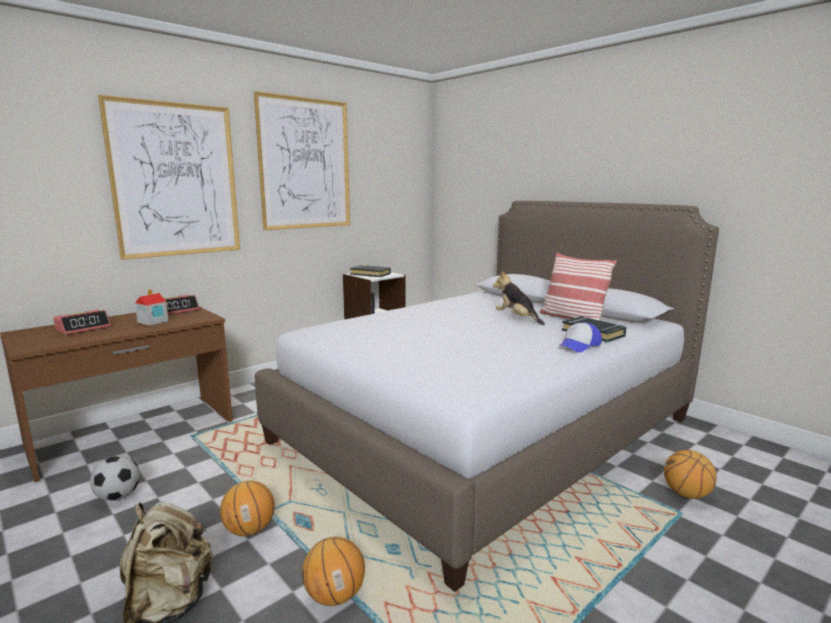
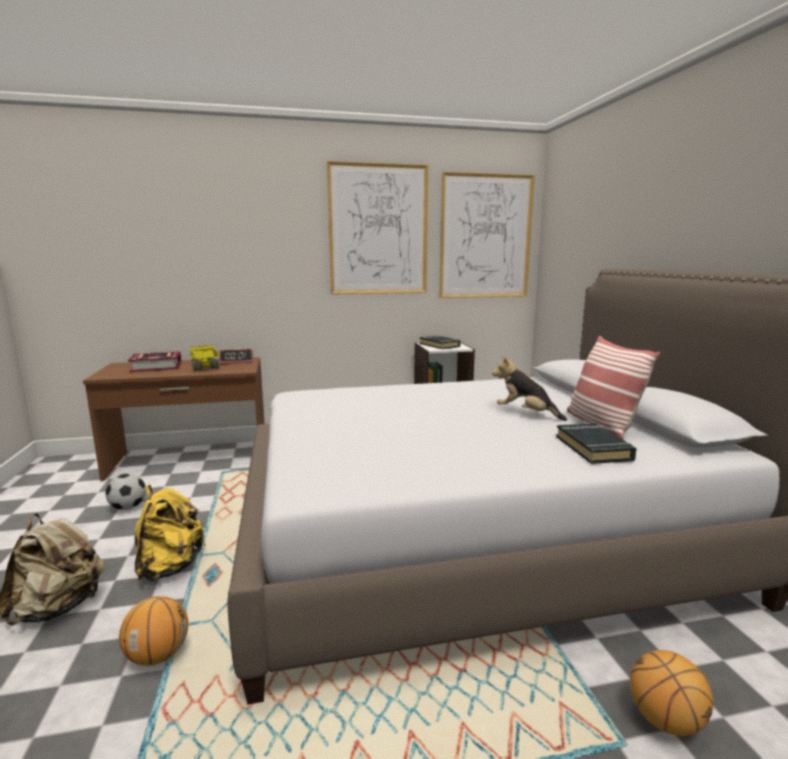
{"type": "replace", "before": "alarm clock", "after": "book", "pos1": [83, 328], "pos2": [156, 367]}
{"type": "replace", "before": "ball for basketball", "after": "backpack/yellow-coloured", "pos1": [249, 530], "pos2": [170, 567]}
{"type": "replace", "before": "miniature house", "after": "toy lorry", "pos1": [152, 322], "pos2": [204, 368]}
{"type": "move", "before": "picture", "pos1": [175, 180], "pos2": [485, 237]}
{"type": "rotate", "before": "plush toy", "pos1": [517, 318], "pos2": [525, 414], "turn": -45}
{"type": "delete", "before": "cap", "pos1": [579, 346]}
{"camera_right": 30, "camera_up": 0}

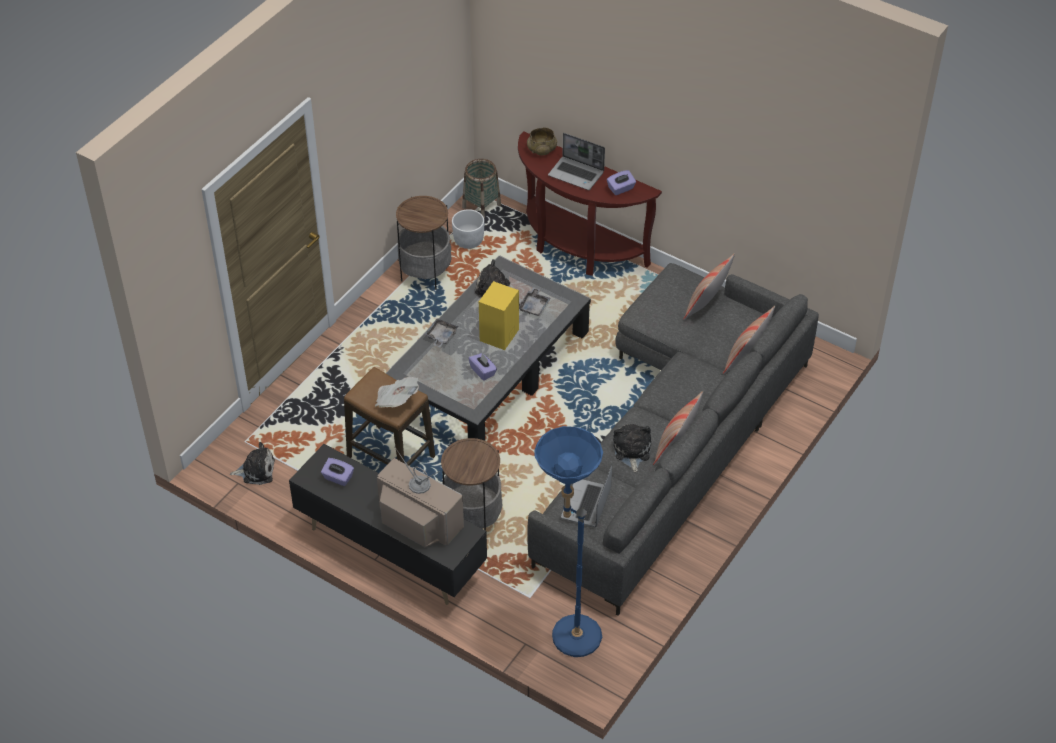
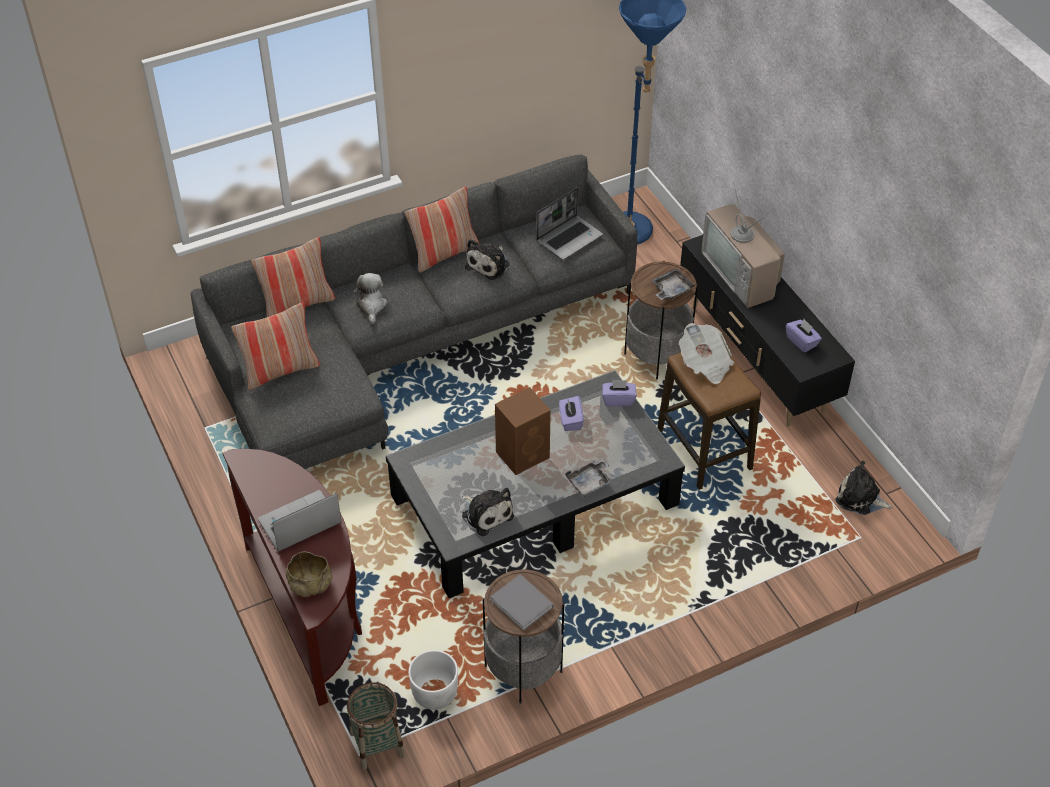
{"type": "rotate", "before": "notebook computer", "pos1": [577, 174], "pos2": [299, 523], "turn": -90}
{"type": "insert", "after": "plush toy", "pos2": [371, 306]}
{"type": "insert", "after": "book/gray", "pos2": [523, 604]}
{"type": "recolor", "before": "loudspeaker/yellow-coloured", "after": "loudspeaker/brownish", "pos1": [498, 335], "pos2": [523, 454]}
{"type": "move", "before": "tissue box/purple-coloured", "pos1": [621, 189], "pos2": [618, 400]}
{"type": "move", "before": "tray/gray", "pos1": [534, 306], "pos2": [671, 290]}
{"camera_right": -150, "camera_up": 0}

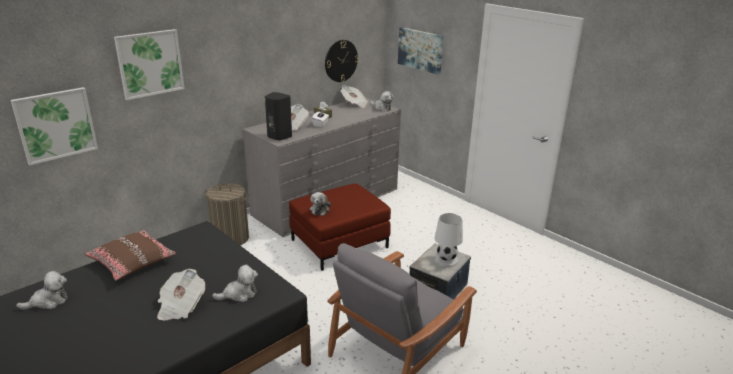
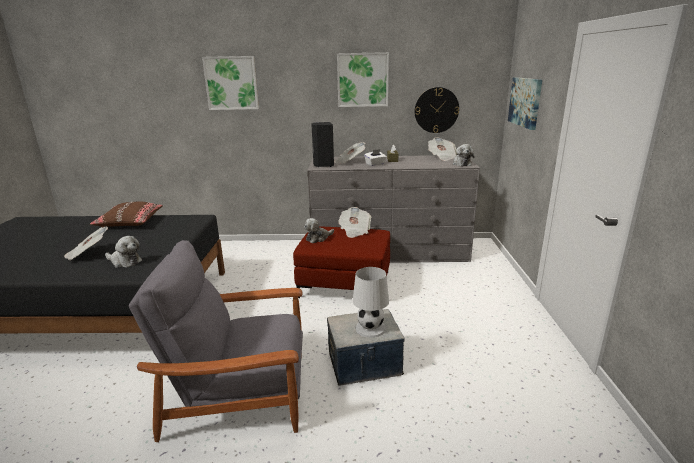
{"type": "move", "before": "picture", "pos1": [56, 125], "pos2": [362, 80]}
{"type": "insert", "after": "daily paper", "pos2": [354, 231]}
{"type": "delete", "before": "plush toy", "pos1": [48, 301]}
{"type": "delete", "before": "hamper", "pos1": [231, 238]}
{"camera_right": 45, "camera_up": -5}

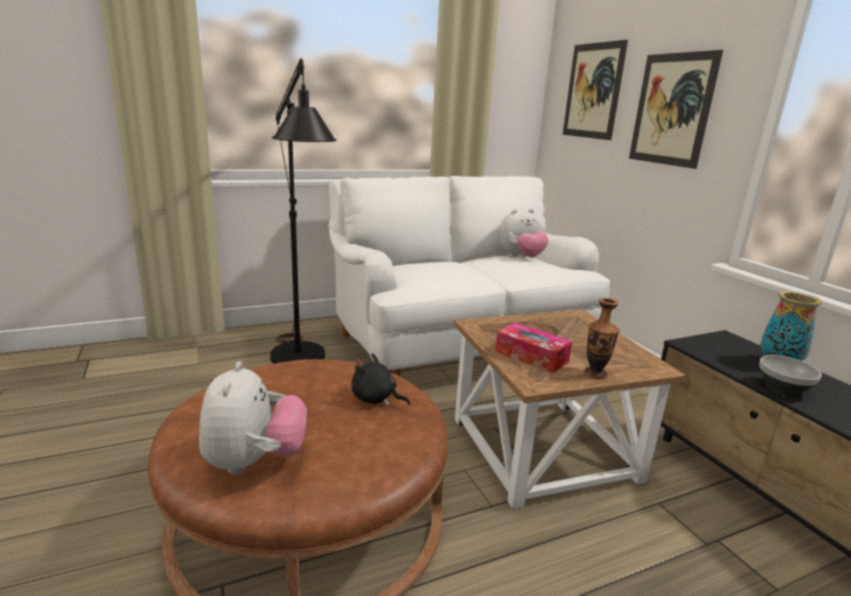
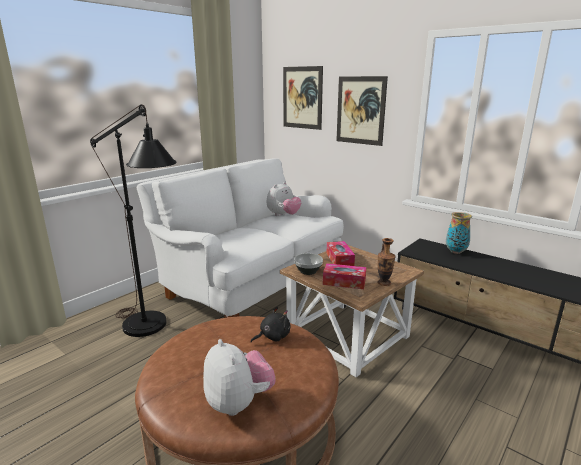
{"type": "rotate", "before": "plush toy/black-coloured", "pos1": [376, 399], "pos2": [273, 336], "turn": 150}
{"type": "move", "before": "deep dish", "pos1": [782, 388], "pos2": [307, 271]}
{"type": "insert", "after": "tissue box", "pos2": [339, 259]}
{"camera_right": -25, "camera_up": 0}

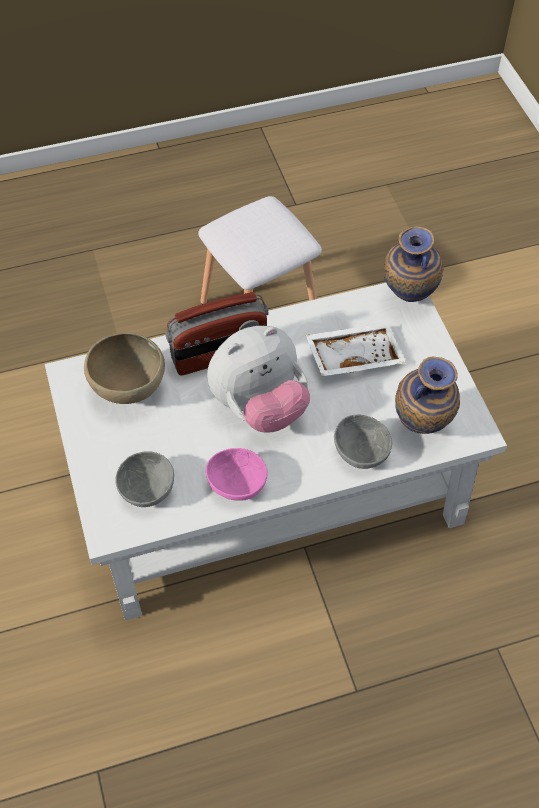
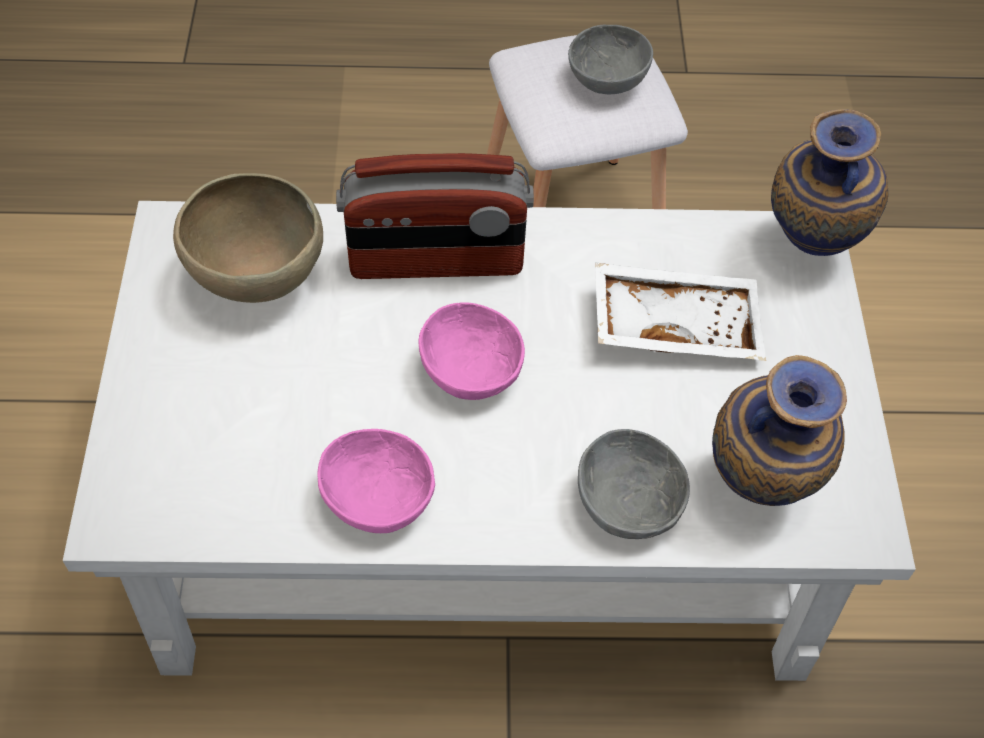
{"type": "replace", "before": "plush toy", "after": "deep dish/pink", "pos1": [259, 407], "pos2": [472, 369]}
{"type": "move", "before": "deep dish/gray", "pos1": [146, 490], "pos2": [605, 79]}
{"camera_right": 15, "camera_up": 0}

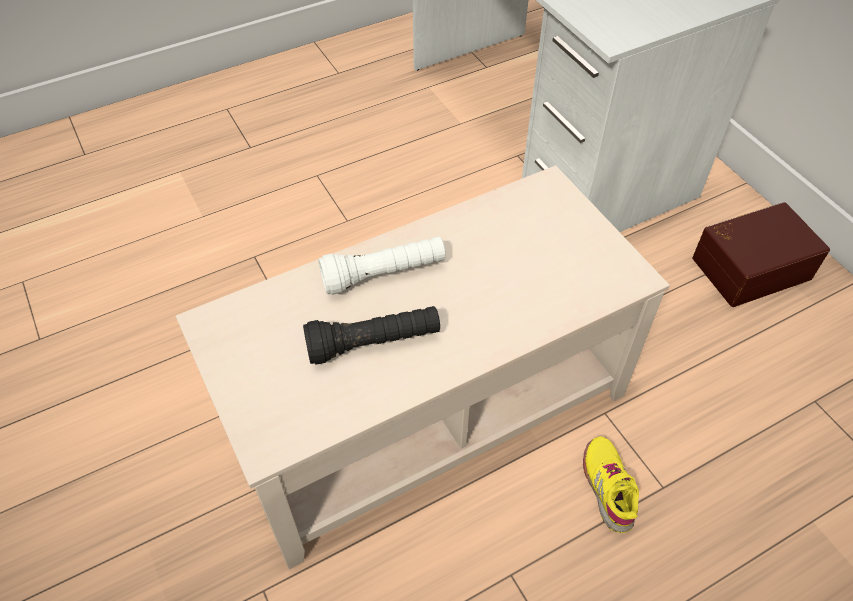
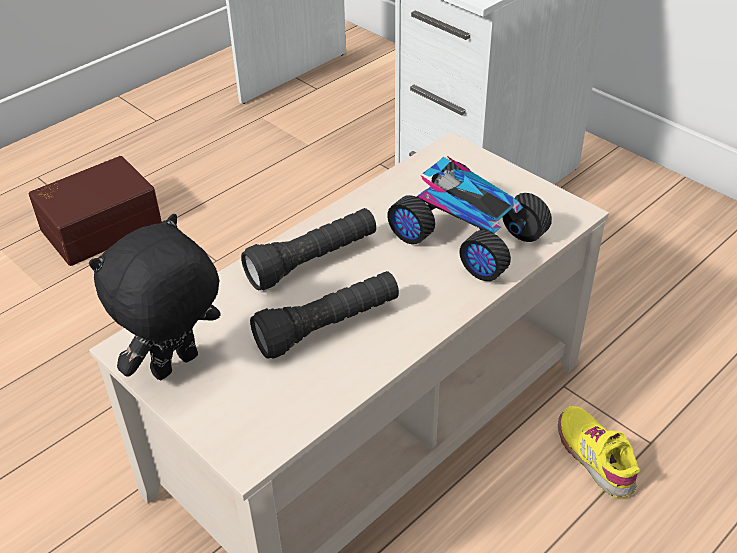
{"type": "move", "before": "storage box/brownish", "pos1": [749, 266], "pos2": [100, 226]}
{"type": "insert", "after": "plush toy/black-coloured", "pos2": [176, 367]}
{"type": "recolor", "before": "flashlight/white", "after": "flashlight/black-coloured", "pos1": [384, 274], "pos2": [313, 261]}
{"type": "insert", "after": "miniature car", "pos2": [466, 237]}
{"camera_right": -15, "camera_up": -10}

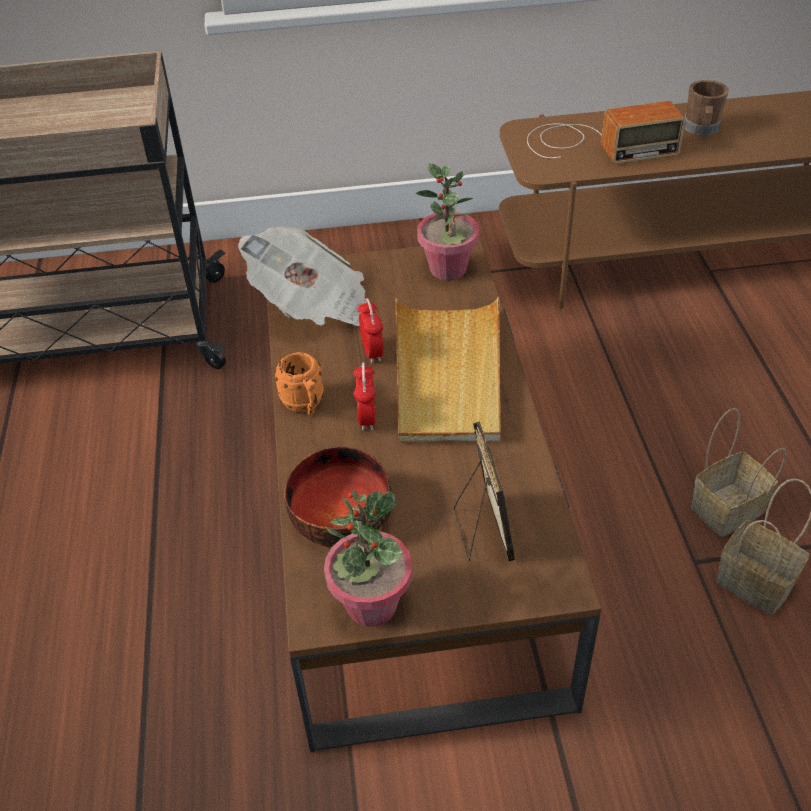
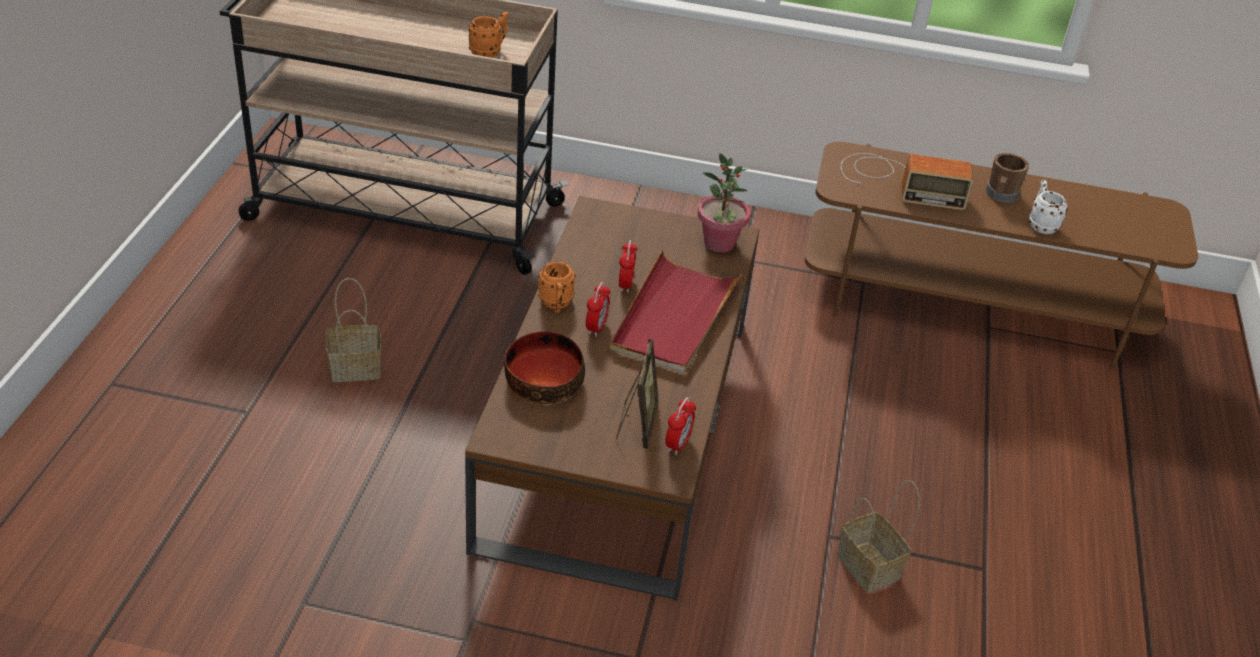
{"type": "move", "before": "basket", "pos1": [726, 511], "pos2": [353, 369]}
{"type": "insert", "after": "coffee mug/orange", "pos2": [489, 52]}
{"type": "recolor", "before": "tray/beige-coloured", "after": "tray/red", "pos1": [448, 374], "pos2": [674, 317]}
{"type": "insert", "after": "alarm clock", "pos2": [678, 444]}
{"type": "insert", "after": "coffee mug/white", "pos2": [1040, 224]}
{"type": "delete", "before": "daily paper", "pos1": [312, 306]}
{"type": "delete", "before": "houseplant", "pos1": [371, 605]}
{"camera_right": 15, "camera_up": -5}

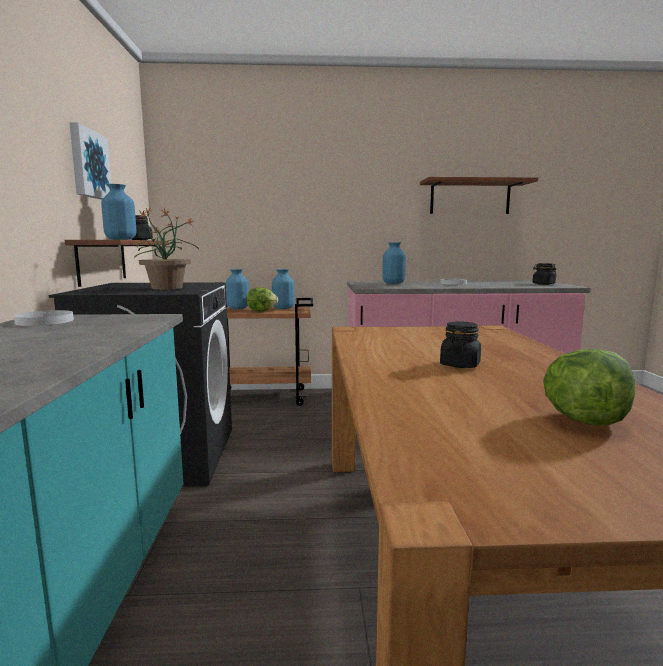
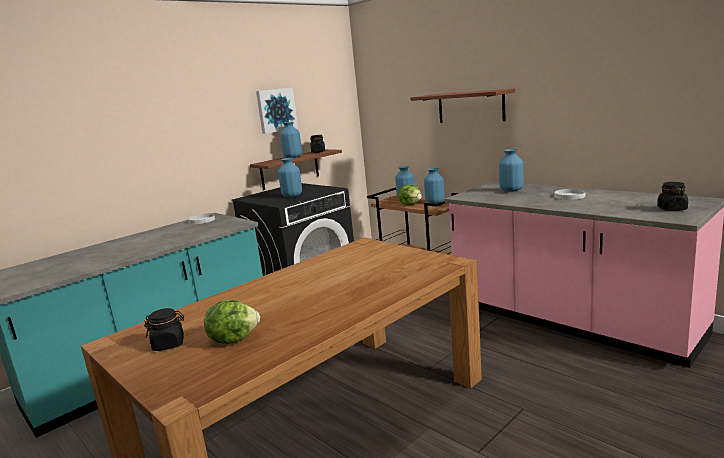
{"type": "move", "before": "storage jar/black-coloured", "pos1": [460, 365], "pos2": [169, 344]}
{"type": "replace", "before": "houseplant", "after": "vase/blue", "pos1": [167, 288], "pos2": [292, 196]}
{"type": "move", "before": "shelf", "pos1": [470, 198], "pos2": [470, 106]}
{"camera_right": 50, "camera_up": 5}

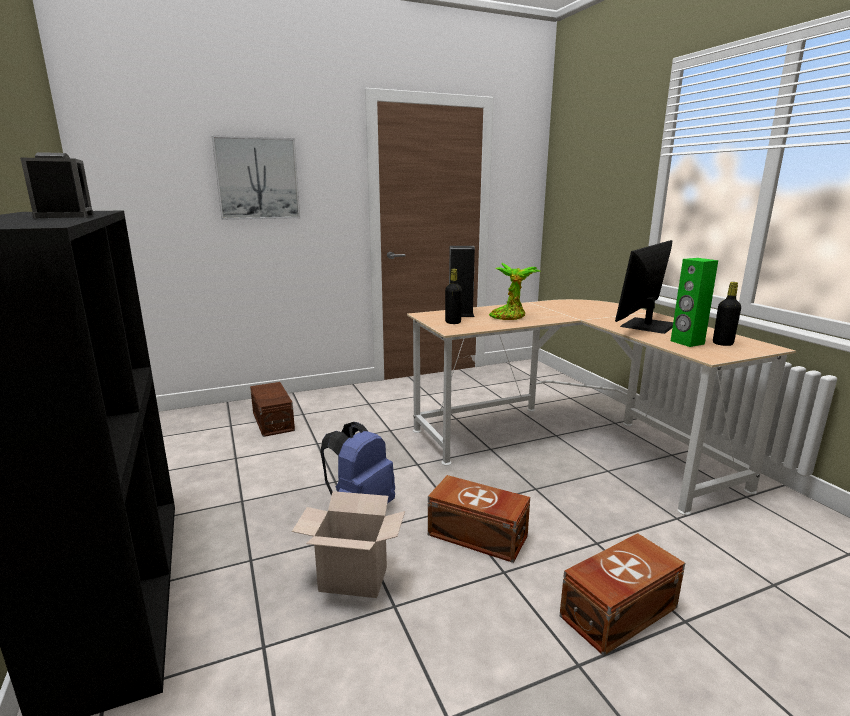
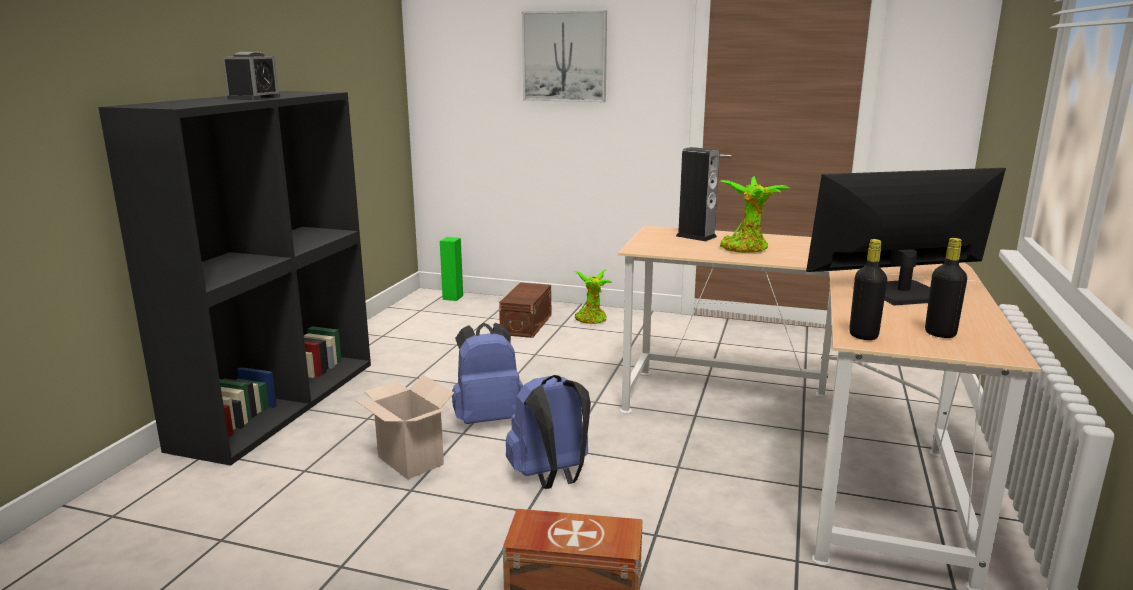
{"type": "move", "before": "loudspeaker/greenish", "pos1": [687, 342], "pos2": [452, 297]}
{"type": "replace", "before": "storage box/brownish", "after": "backpack/blue", "pos1": [478, 536], "pos2": [551, 478]}
{"type": "insert", "after": "houseplant", "pos2": [591, 320]}
{"type": "move", "before": "beverage bottle/black-coloured", "pos1": [453, 322], "pos2": [863, 335]}
{"camera_right": 40, "camera_up": 0}

